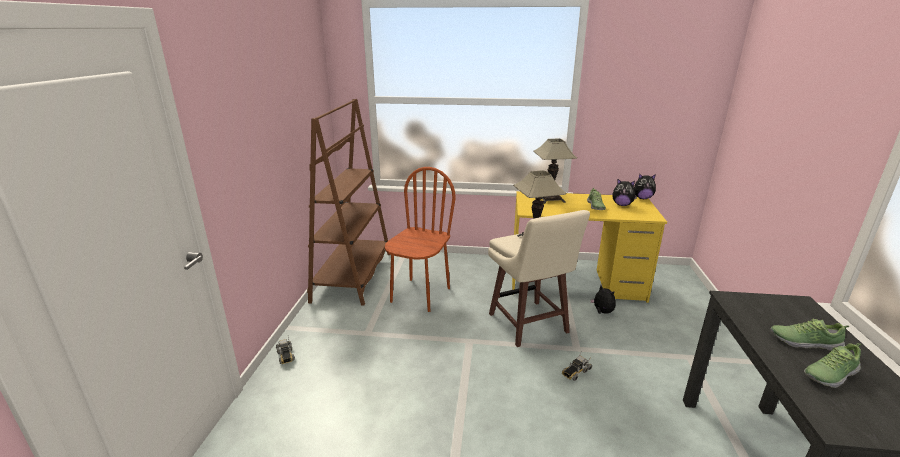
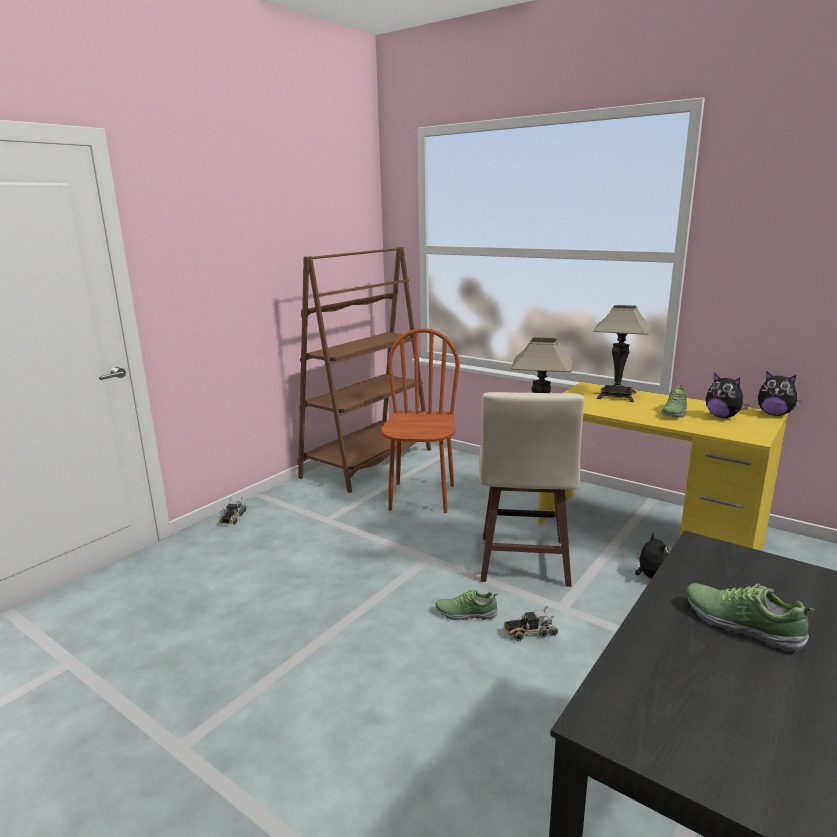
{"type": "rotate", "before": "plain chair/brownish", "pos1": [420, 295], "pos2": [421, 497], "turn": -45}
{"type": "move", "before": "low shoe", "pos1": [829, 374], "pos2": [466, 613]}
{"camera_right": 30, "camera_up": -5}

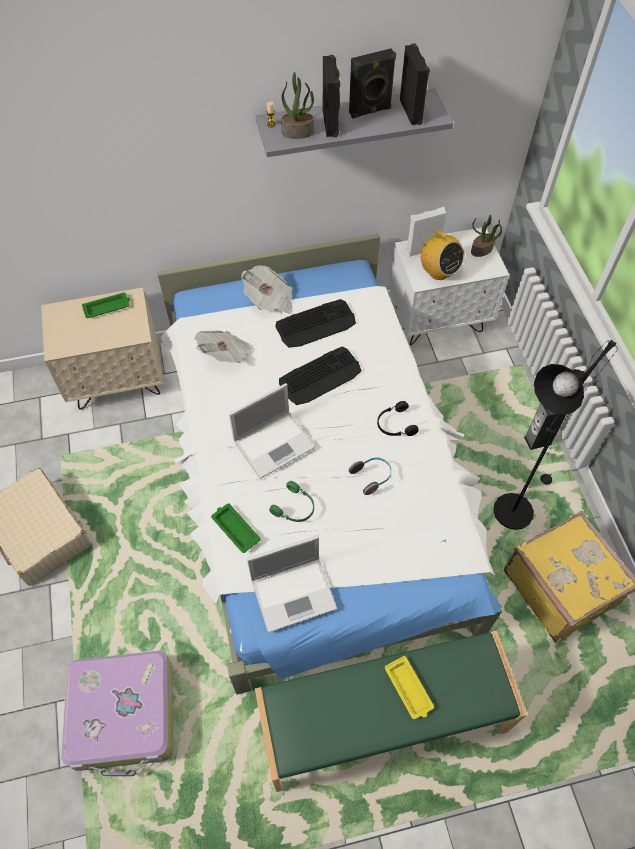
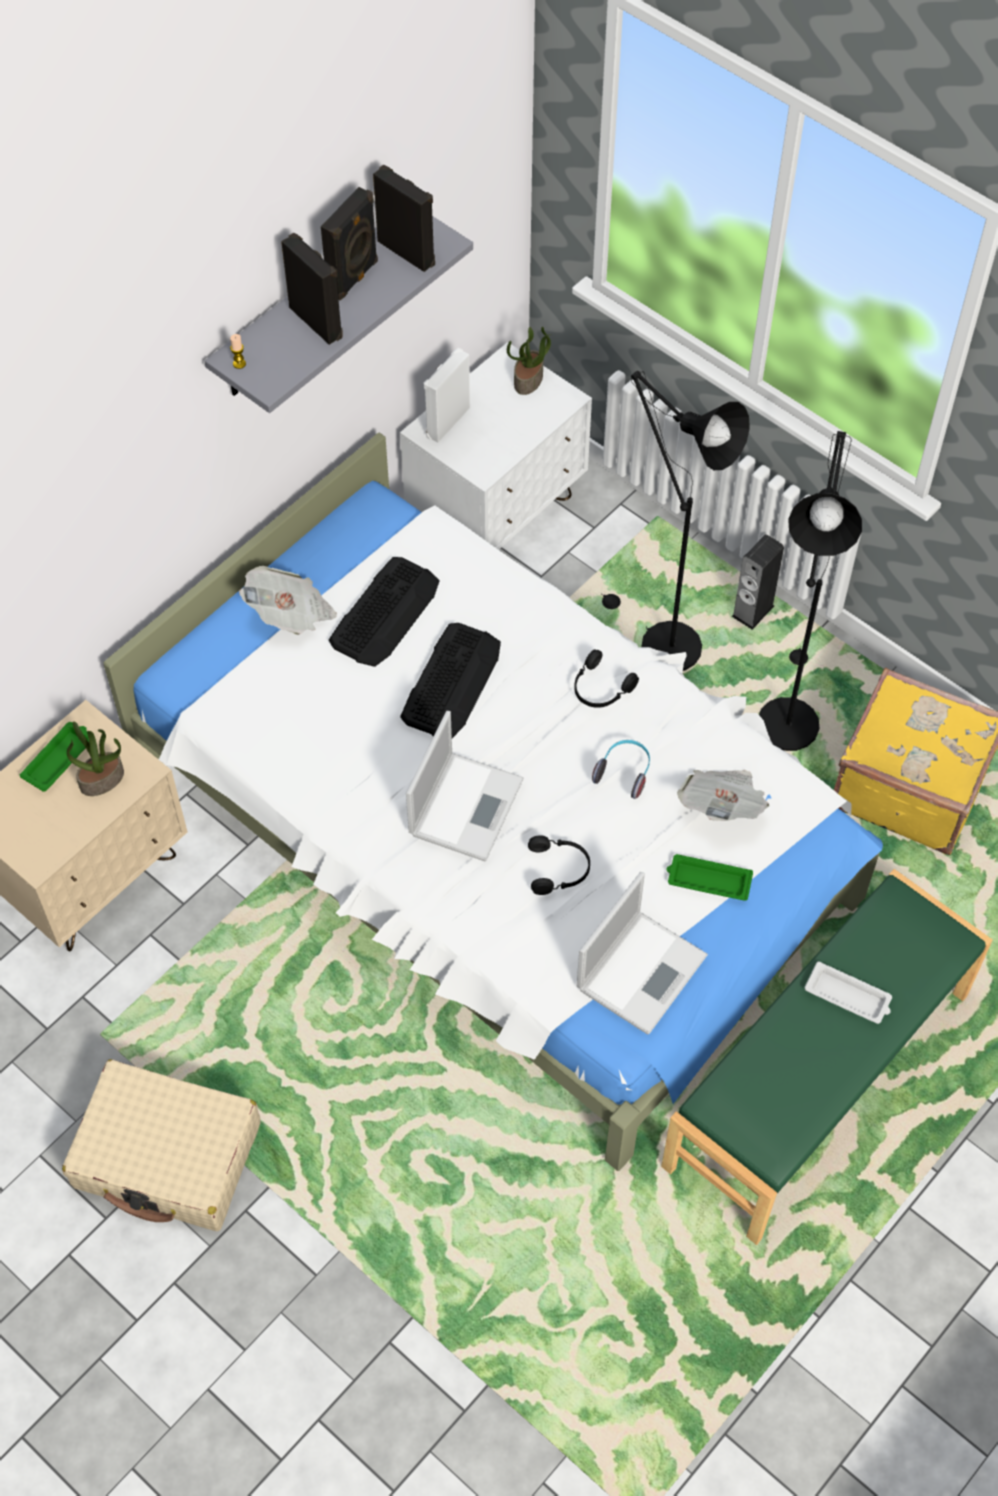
{"type": "move", "before": "houseplant", "pos1": [298, 132], "pos2": [102, 779]}
{"type": "recolor", "before": "headset/greenish", "after": "headset/black-coloured", "pos1": [295, 507], "pos2": [559, 869]}
{"type": "insert", "after": "floor lamp/black-coloured", "pos2": [660, 642]}
{"type": "move", "before": "tray/greenish", "pos1": [235, 528], "pos2": [707, 880]}
{"type": "move", "before": "daily paper", "pos1": [226, 354], "pos2": [722, 806]}
{"type": "recolor", "before": "tray/yellow-coloured", "after": "tray/white", "pos1": [409, 689], "pos2": [849, 996]}
{"type": "delete", "before": "piece of luggage", "pos1": [124, 715]}
{"type": "delete", "before": "radio receiver", "pos1": [438, 272]}
{"camera_right": -35, "camera_up": 0}

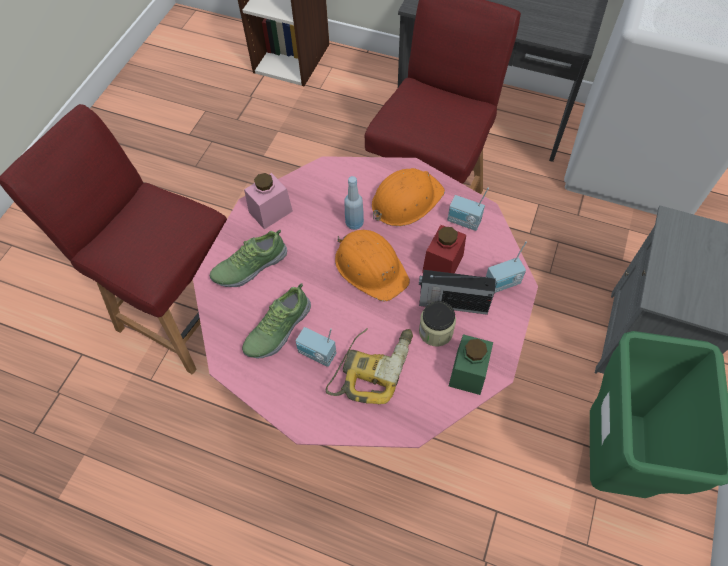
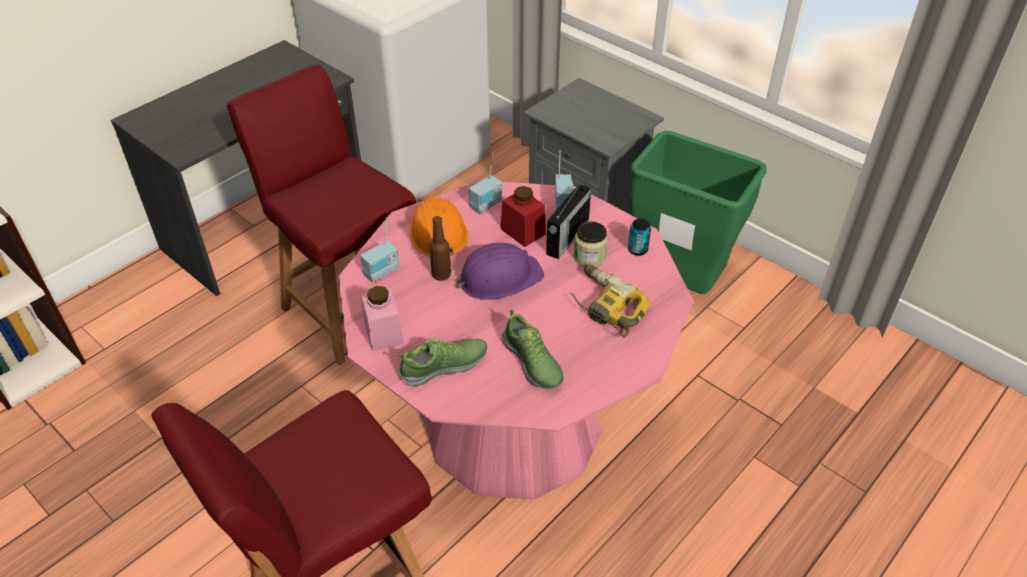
{"type": "move", "before": "radio receiver", "pos1": [316, 354], "pos2": [382, 272]}
{"type": "rotate", "before": "low shoe", "pos1": [249, 266], "pos2": [444, 367], "turn": -105}
{"type": "recolor", "before": "beverage bottle/blue", "after": "beverage bottle/brownish", "pos1": [354, 223], "pos2": [441, 275]}
{"type": "recolor", "before": "safety helmet/orange", "after": "safety helmet/purple-coloured", "pos1": [371, 267], "pos2": [499, 278]}
{"type": "replace", "before": "storage jar/greenish", "after": "sealed can", "pos1": [468, 372], "pos2": [637, 250]}
{"camera_right": -70, "camera_up": -15}

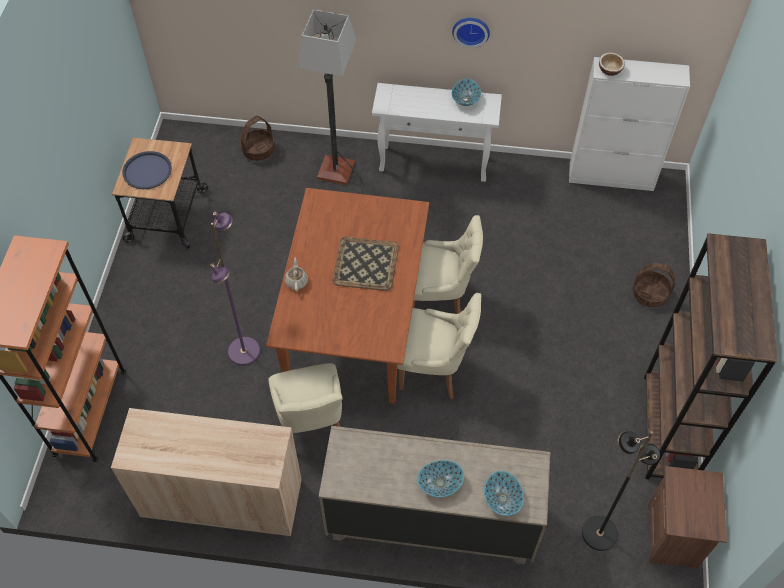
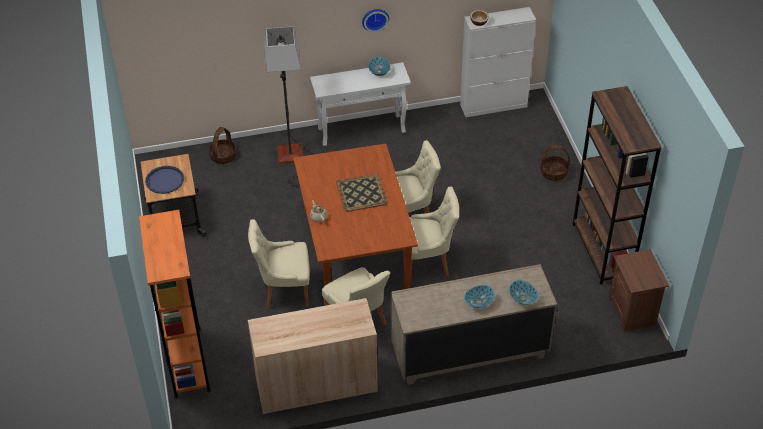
{"type": "replace", "before": "floor lamp/purple-coloured", "after": "plain chair/beige-coloured", "pos1": [245, 351], "pos2": [284, 290]}
{"type": "delete", "before": "floor lamp/black-coloured", "pos1": [599, 532]}
{"camera_right": -20, "camera_up": -10}

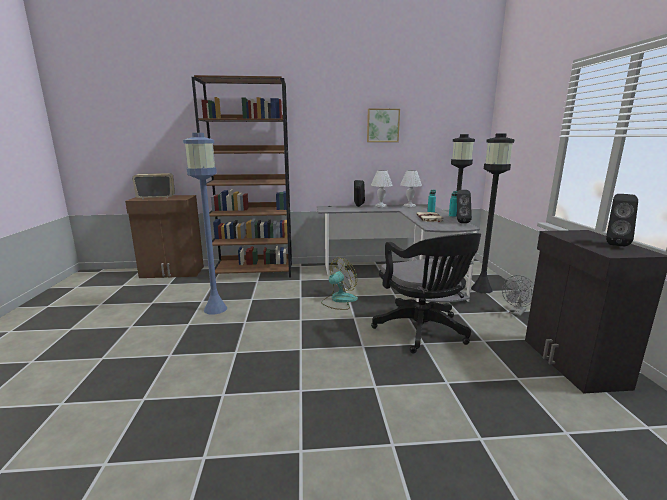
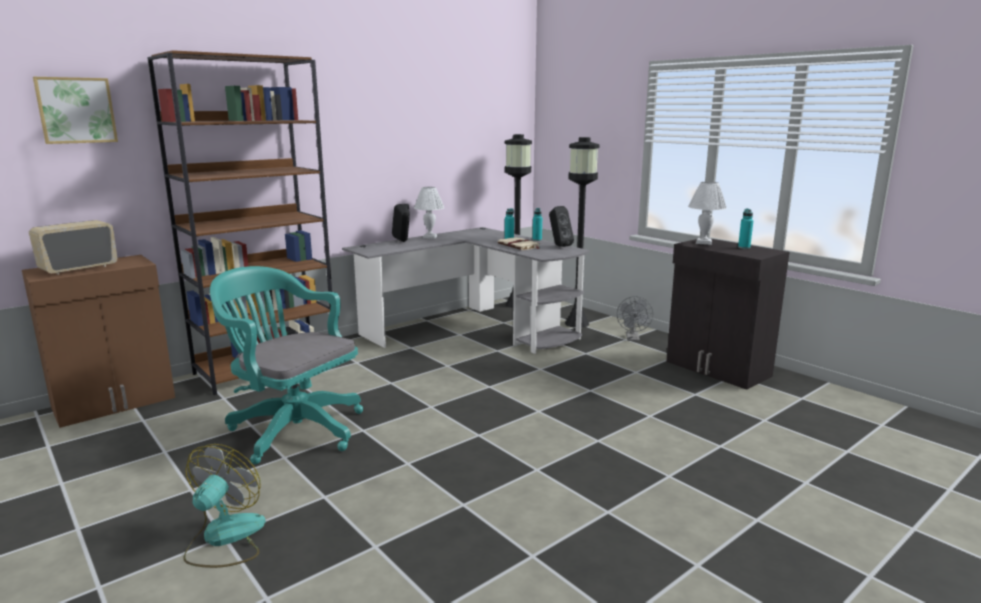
{"type": "move", "before": "picture", "pos1": [382, 125], "pos2": [76, 110]}
{"type": "move", "before": "electric fan", "pos1": [339, 300], "pos2": [224, 539]}
{"type": "replace", "before": "floor lamp/blue", "after": "computer chair/turquoise-coloured", "pos1": [215, 309], "pos2": [292, 428]}
{"type": "move", "before": "lamp for a table/white", "pos1": [410, 206], "pos2": [704, 242]}
{"type": "replace", "before": "loudspeaker/black-coloured", "after": "beverage bottle/turquoise-coloured", "pos1": [614, 244], "pos2": [744, 247]}
{"type": "delete", "before": "computer chair/black-coloured", "pos1": [423, 331]}
{"camera_right": -35, "camera_up": 0}

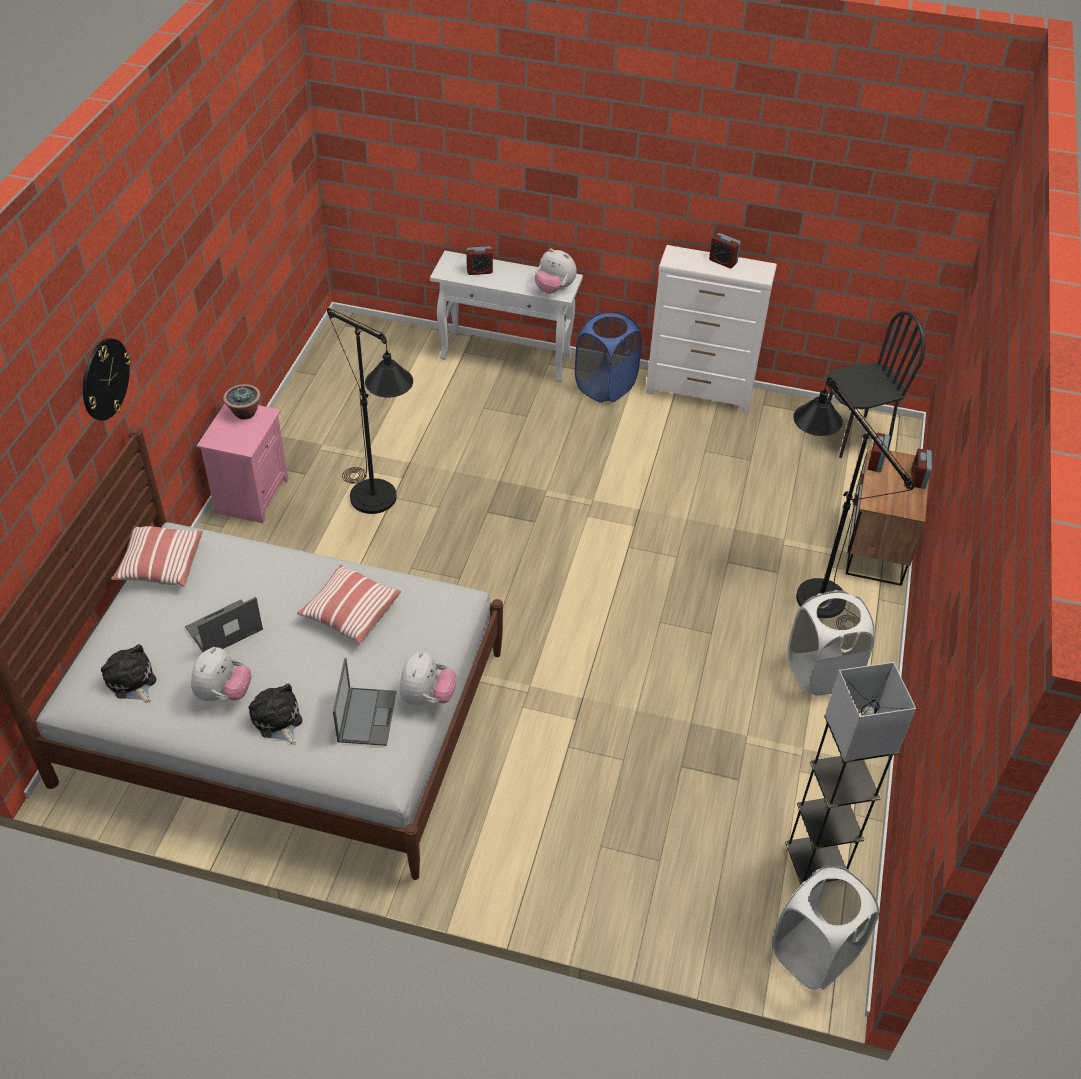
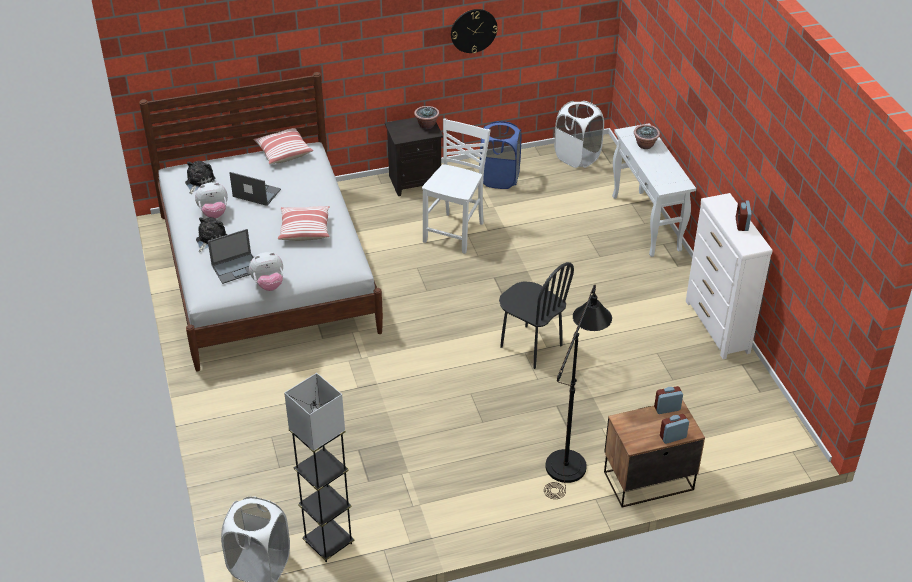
{"type": "recolor", "before": "nightstand/pink", "after": "nightstand/black-coloured", "pos1": [251, 495], "pos2": [415, 181]}
{"type": "replace", "before": "floor lamp/black-coloured", "after": "plain chair/white", "pos1": [380, 505], "pos2": [455, 232]}
{"type": "move", "before": "clock on the wall", "pos1": [104, 379], "pos2": [473, 30]}
{"type": "move", "before": "hamper/blue", "pos1": [605, 386], "pos2": [499, 178]}
{"type": "move", "before": "plain chair/black-coloured", "pos1": [853, 437], "pos2": [531, 346]}
{"type": "move", "before": "hamper/white", "pos1": [821, 672], "pos2": [577, 157]}
{"type": "replace", "before": "alarm clock", "after": "houseplant", "pos1": [479, 271], "pos2": [645, 145]}
{"type": "delete", "before": "plush toy", "pos1": [554, 289]}
{"camera_right": 60, "camera_up": -5}

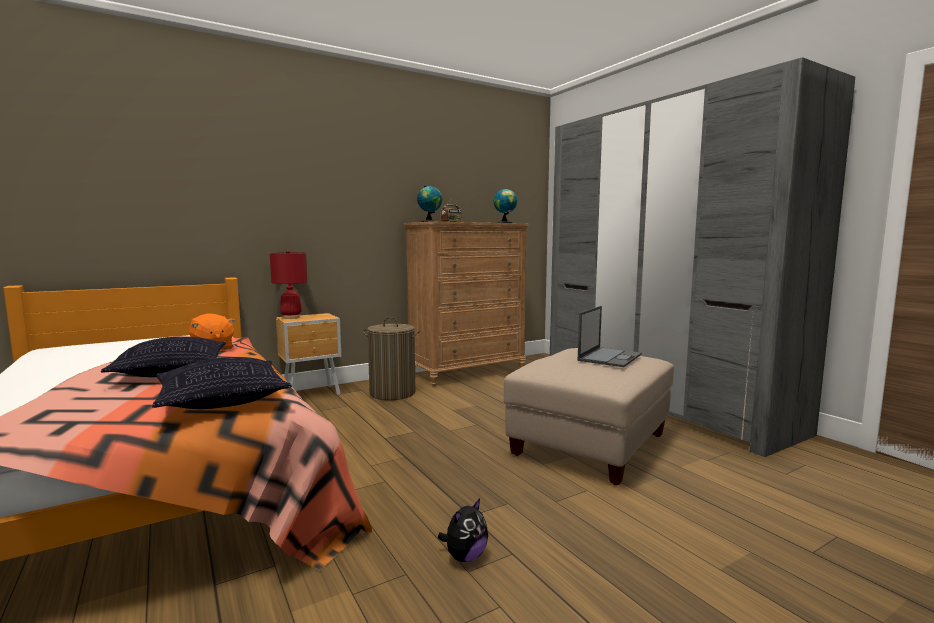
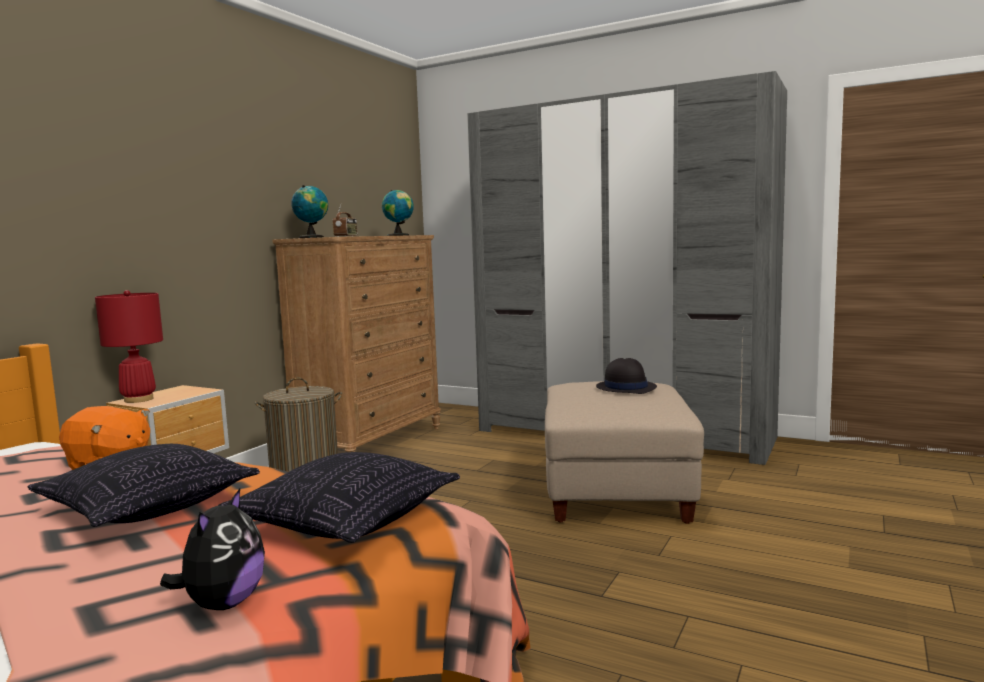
{"type": "move", "before": "plush toy", "pos1": [465, 556], "pos2": [223, 603]}
{"type": "replace", "before": "notebook computer", "after": "wearable hat/black-coloured", "pos1": [610, 357], "pos2": [625, 387]}
{"camera_right": -30, "camera_up": 0}

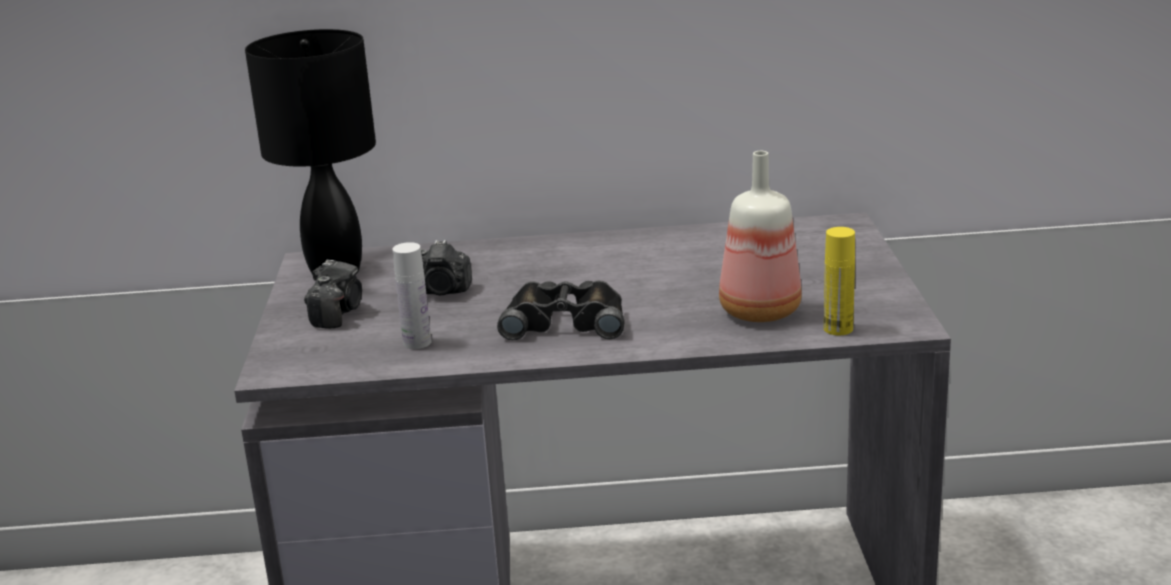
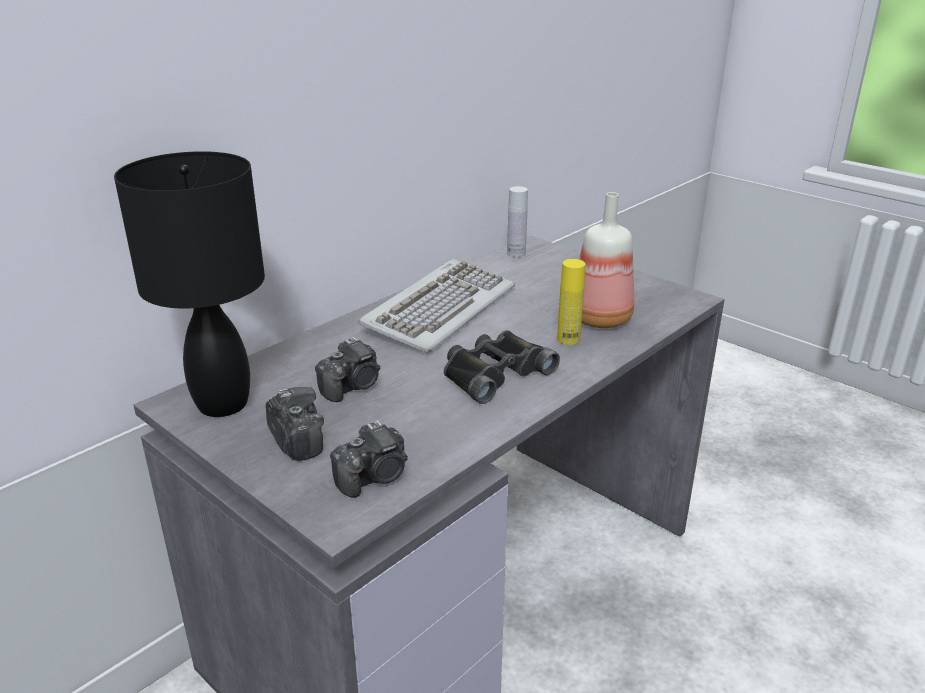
{"type": "insert", "after": "photo camera", "pos2": [374, 477]}
{"type": "insert", "after": "computer keyboard", "pos2": [439, 309]}
{"type": "move", "before": "beverage bottle/white", "pos1": [417, 342], "pos2": [516, 253]}
{"type": "move", "before": "beverage bottle/yellow-coloured", "pos1": [838, 329], "pos2": [568, 339]}
{"camera_right": -45, "camera_up": 5}

